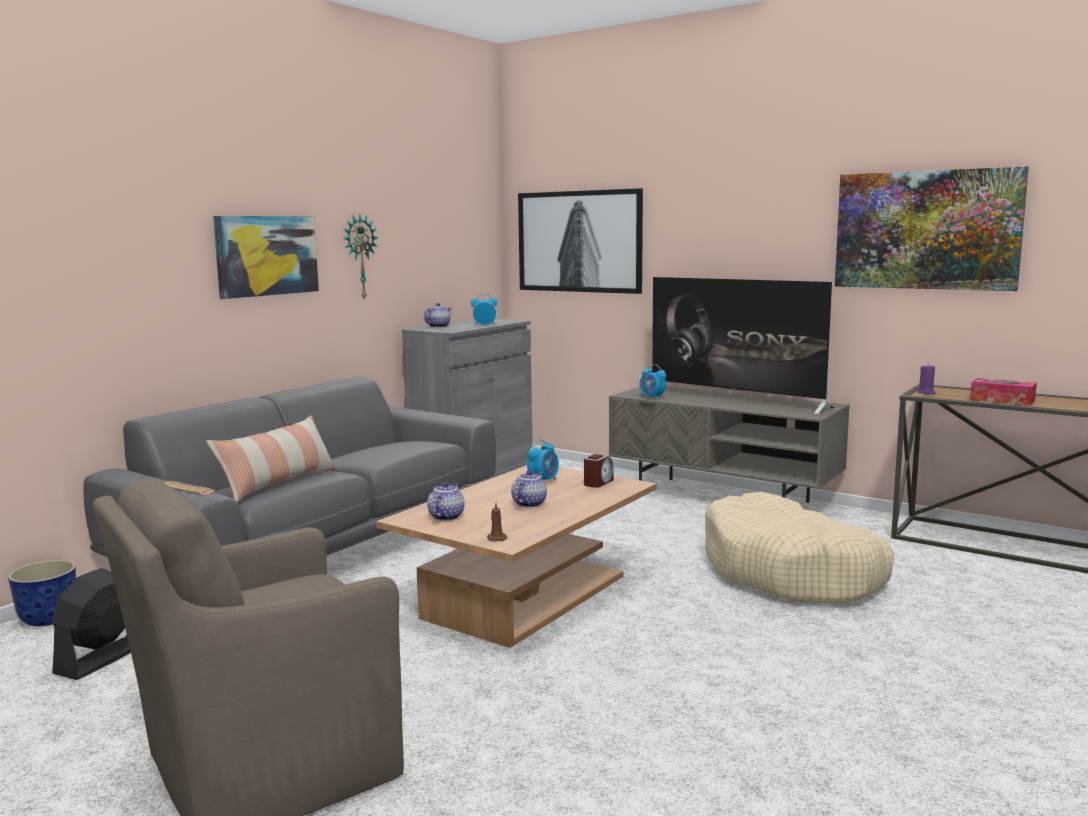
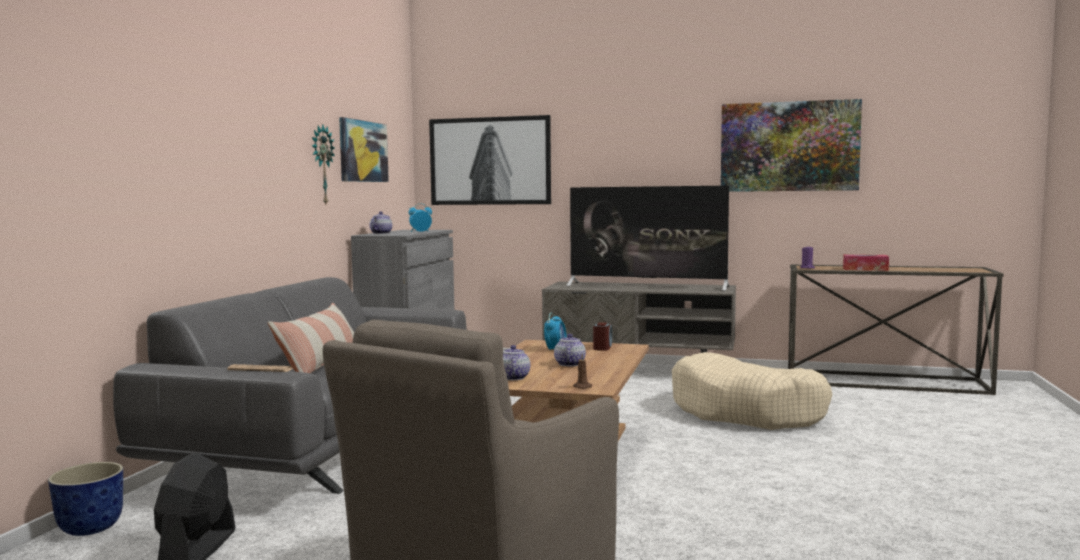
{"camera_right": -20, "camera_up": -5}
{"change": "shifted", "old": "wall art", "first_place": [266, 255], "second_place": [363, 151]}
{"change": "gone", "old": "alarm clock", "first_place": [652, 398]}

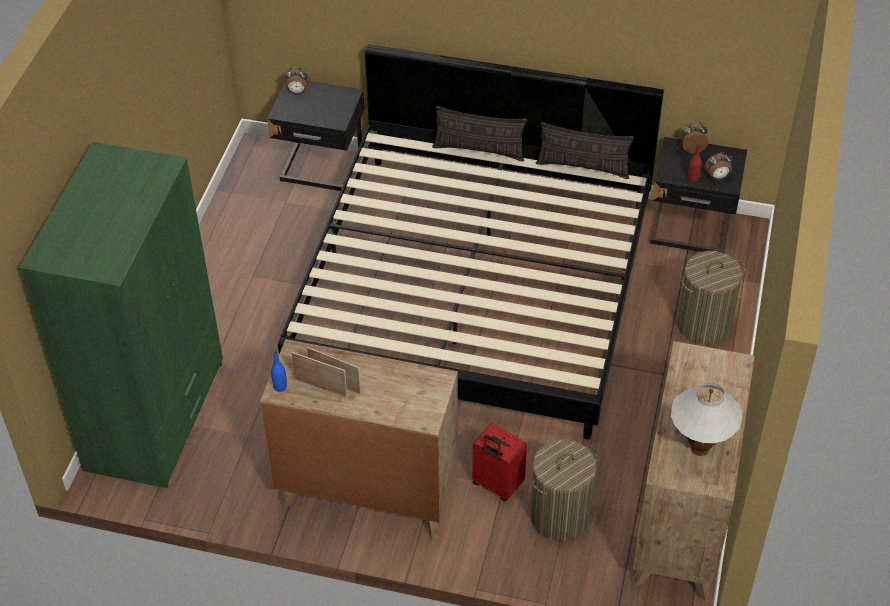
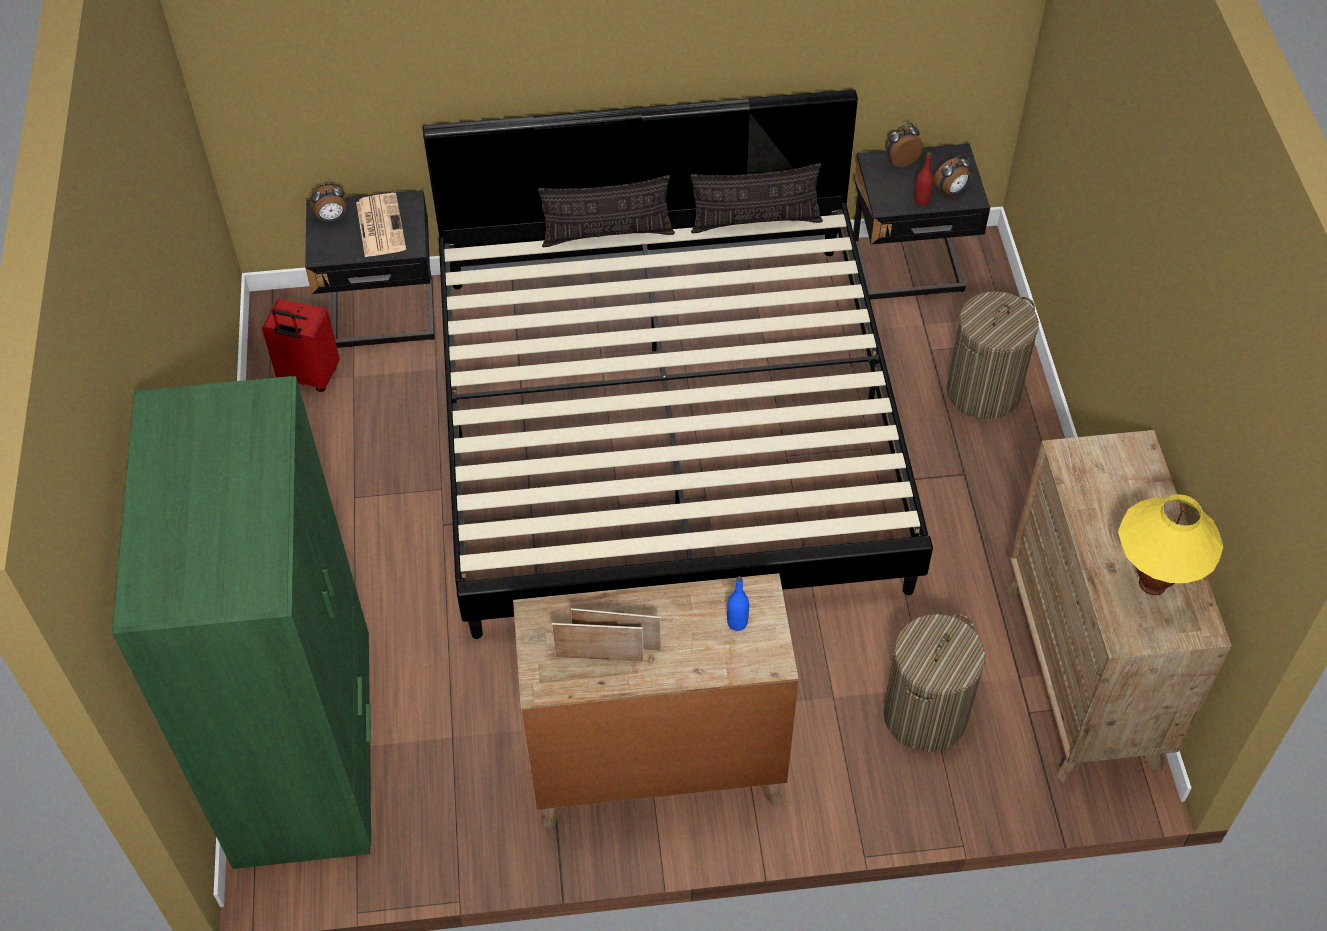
{"camera_right": -20, "camera_up": 5}
{"change": "shifted", "old": "beverage bottle (blue-coloured)", "first_place": [280, 387], "second_place": [737, 623]}
{"change": "repainted", "old": "tabletop lamp (white-coloured)", "new": "tabletop lamp (yellow-coloured)", "first_place": [700, 448], "second_place": [1152, 584]}
{"change": "shifted", "old": "travel case (reddish)", "first_place": [496, 485], "second_place": [308, 377]}
{"change": "new", "new": "printed paper", "second_place": [380, 225]}

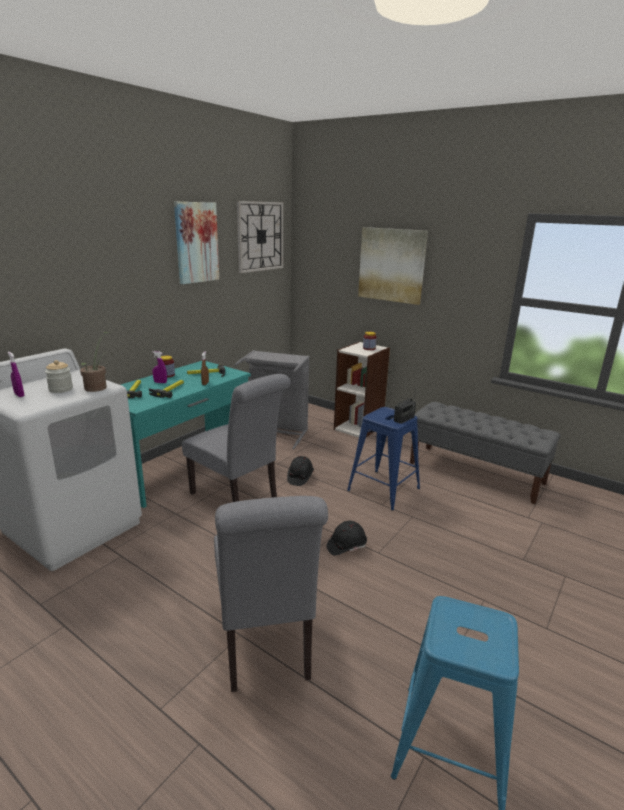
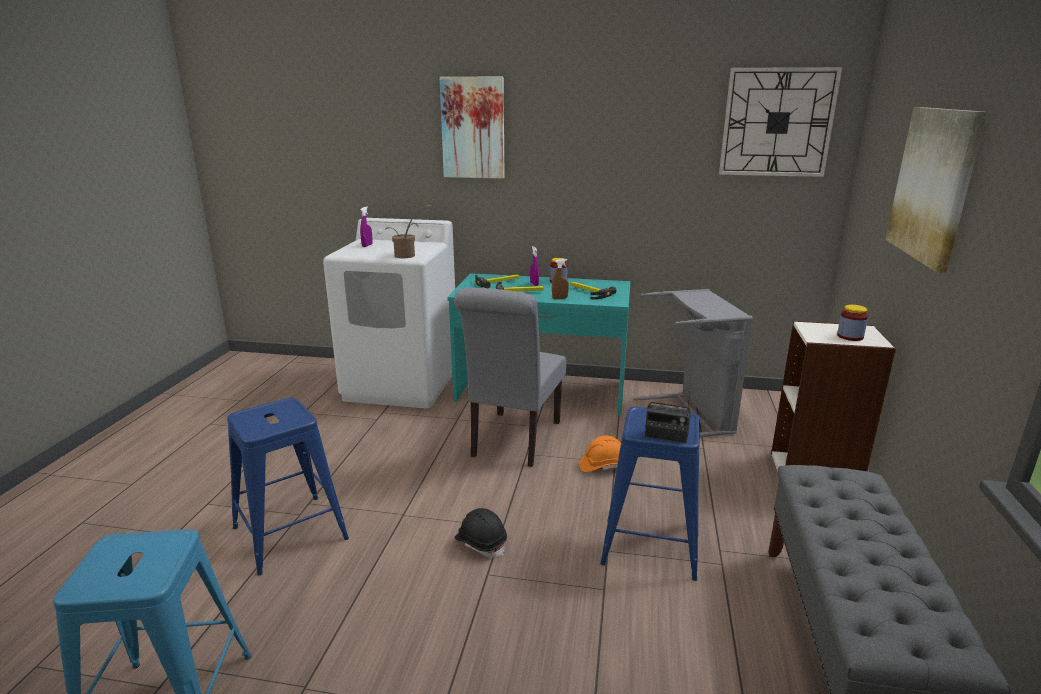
{"camera_right": 65, "camera_up": 0}
{"change": "shifted", "old": "wall art", "first_place": [196, 242], "second_place": [473, 128]}
{"change": "gone", "old": "jar", "first_place": [61, 389]}
{"change": "repainted", "old": "work helmet (blackish)", "new": "work helmet (orange)", "first_place": [300, 477], "second_place": [602, 465]}
{"change": "swapped", "old": "chair (grey)", "new": "stool seat (blue-coloured)", "first_place": [266, 644], "second_place": [291, 533]}

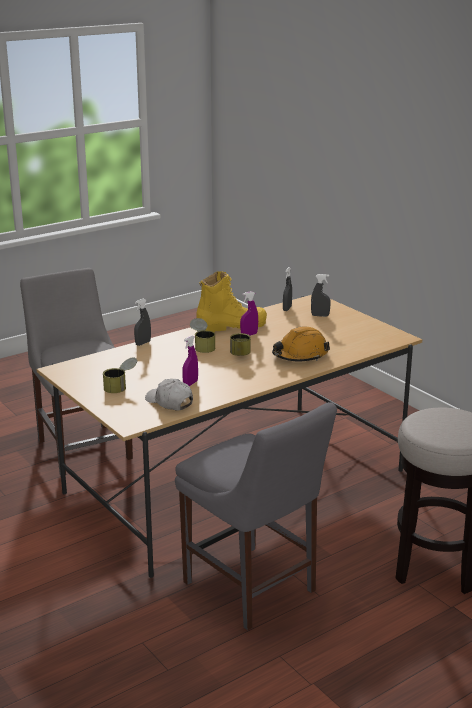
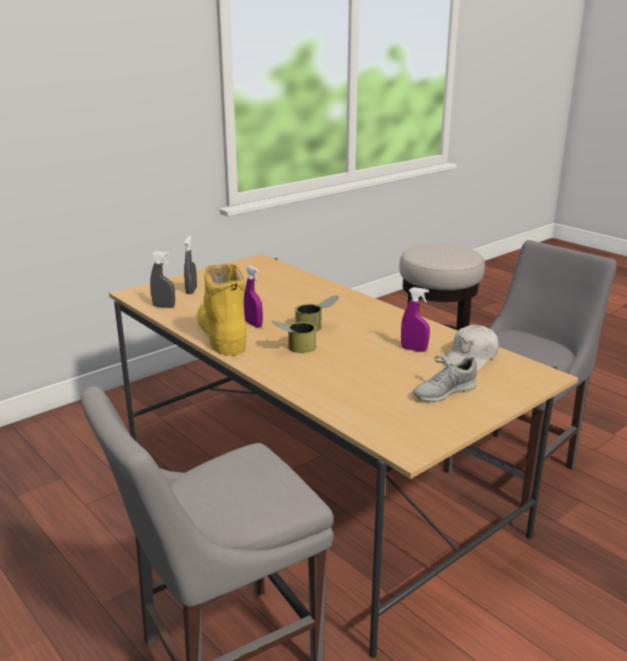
{"camera_right": -95, "camera_up": 0}
{"change": "gone", "old": "sprayer (grey)", "first_place": [143, 343]}
{"change": "gone", "old": "work helmet (orange)", "first_place": [300, 355]}
{"change": "swapped", "old": "metal can", "new": "shoe (grey)", "first_place": [121, 386], "second_place": [443, 392]}

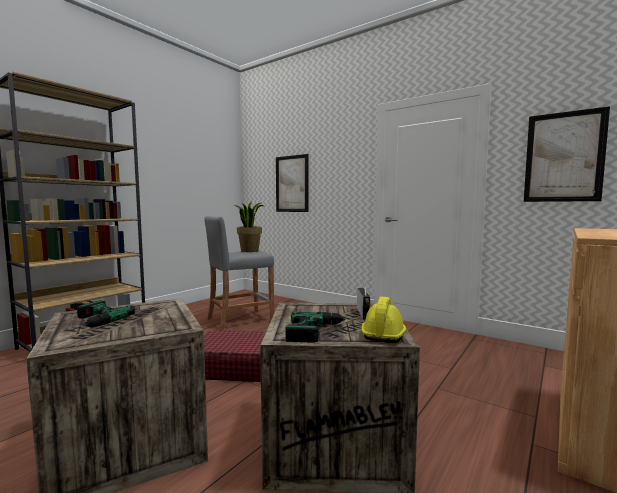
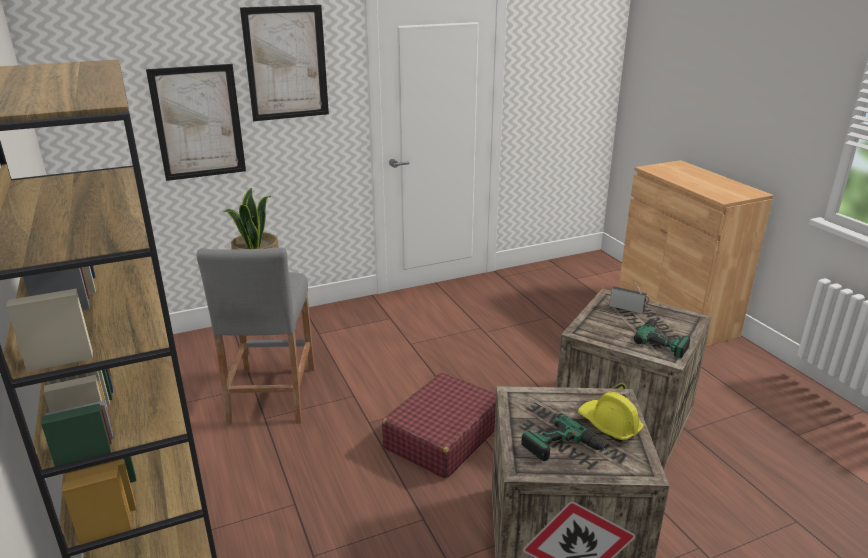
{"camera_right": -60, "camera_up": 20}
{"change": "shifted", "old": "wall art", "first_place": [563, 157], "second_place": [286, 63]}
{"change": "shifted", "old": "work helmet (yellow-coloured)", "first_place": [384, 333], "second_place": [609, 425]}

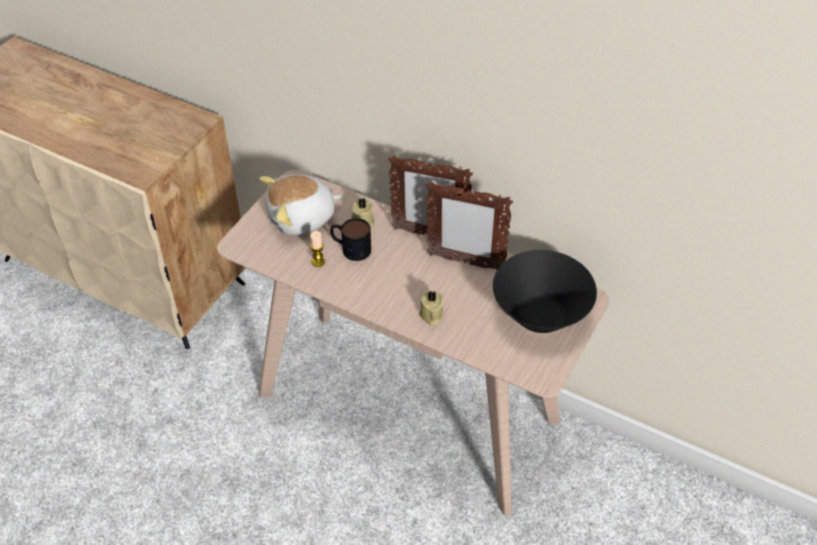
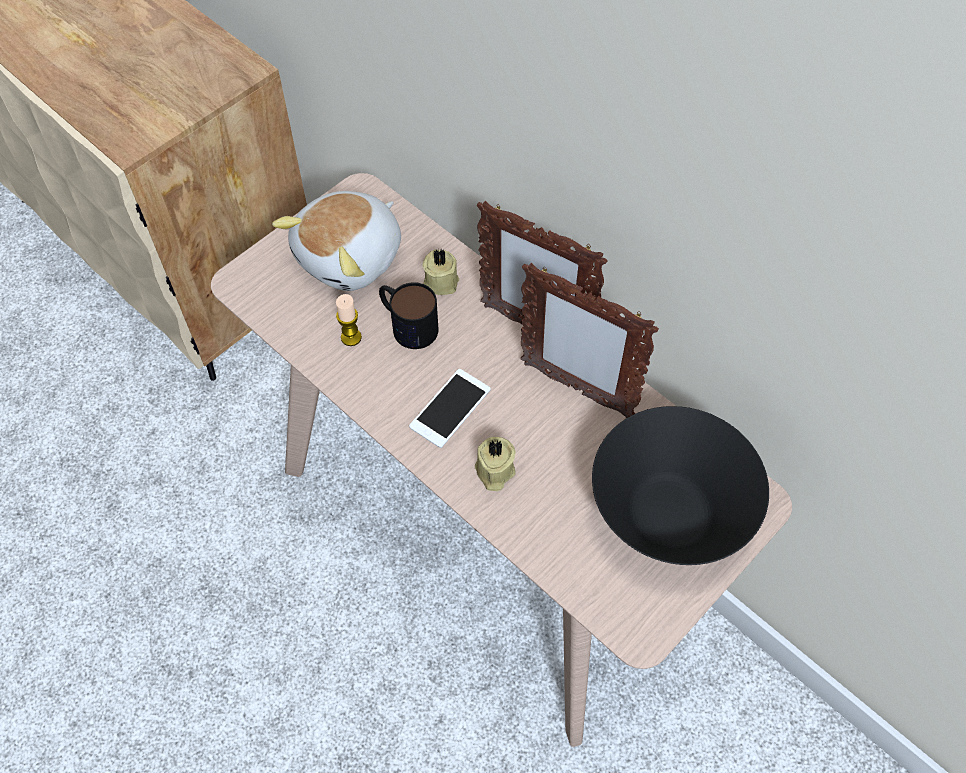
{"camera_right": 15, "camera_up": 10}
{"change": "rotated", "old": "plush toy", "first_place": [302, 218], "second_place": [351, 257], "degrees": -45}
{"change": "new", "new": "handset", "second_place": [450, 408]}

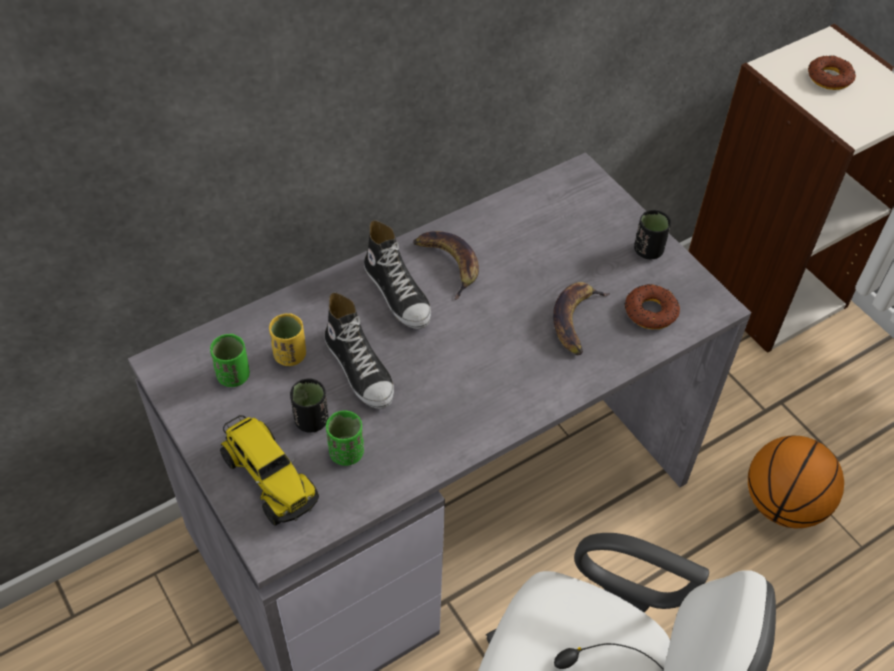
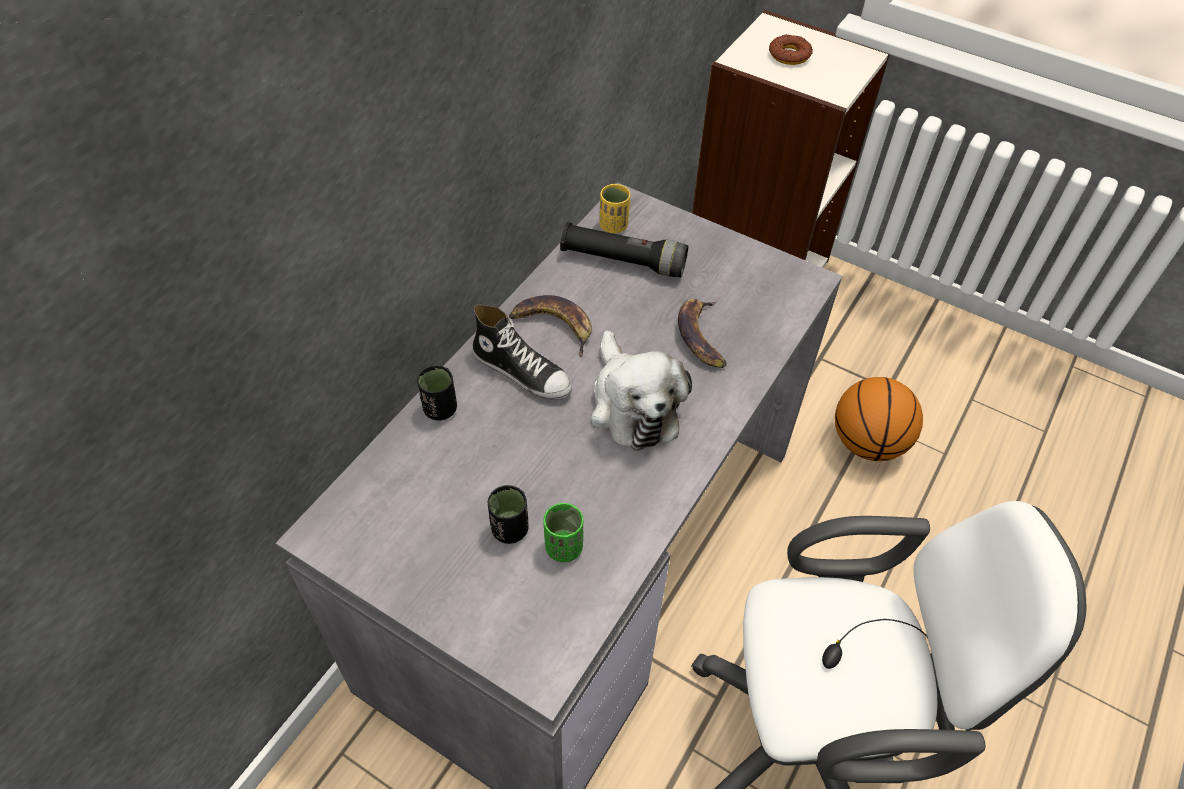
{"camera_right": -25, "camera_up": 0}
{"change": "shifted", "old": "cup (blackish)", "first_place": [648, 250], "second_place": [440, 409]}
{"change": "gone", "old": "donut", "first_place": [650, 311]}
{"change": "gone", "old": "shoe", "first_place": [360, 368]}
{"change": "shifted", "old": "cup (yellow-coloured)", "first_place": [290, 355], "second_place": [613, 226]}
{"change": "gone", "old": "cup (green)", "first_place": [233, 376]}
{"change": "gone", "old": "toy lorry", "first_place": [269, 478]}
{"change": "new", "new": "hand torch (blackish)", "second_place": [623, 261]}
{"change": "new", "new": "plush toy", "second_place": [632, 405]}

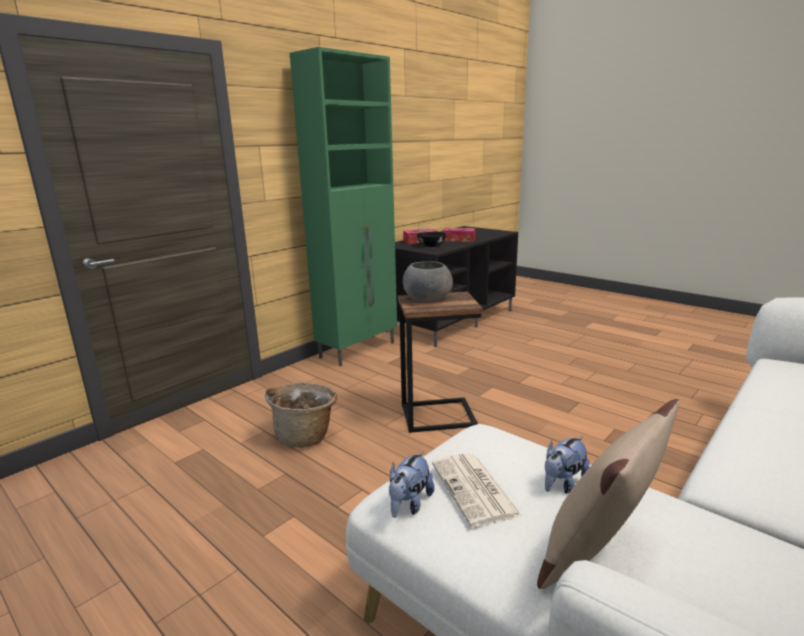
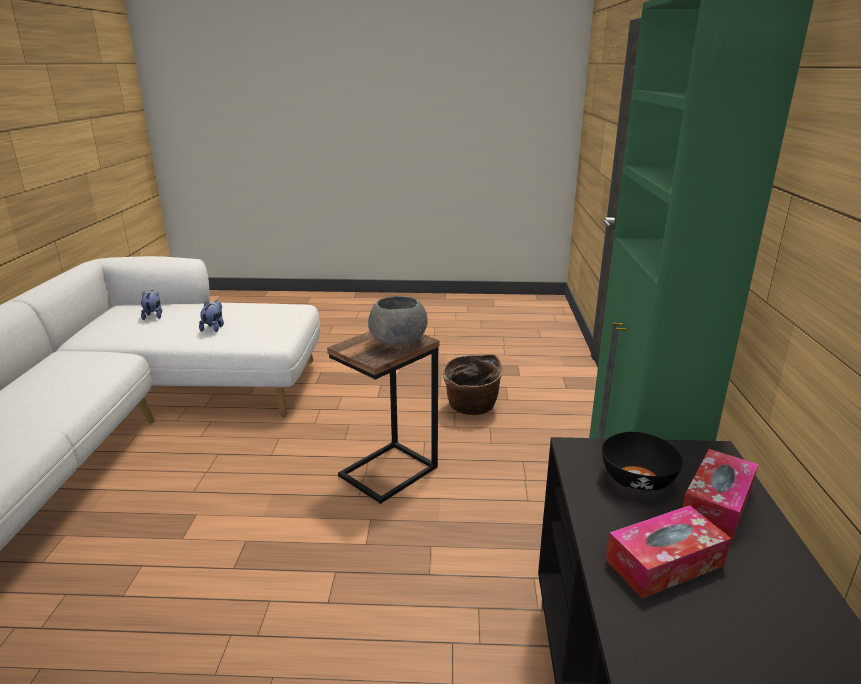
{"camera_right": 140, "camera_up": 5}
{"change": "gone", "old": "cushion (beige-coloured)", "first_place": [599, 553]}
{"change": "shifted", "old": "plush toy", "first_place": [409, 504], "second_place": [153, 316]}
{"change": "gone", "old": "printed paper", "first_place": [475, 489]}

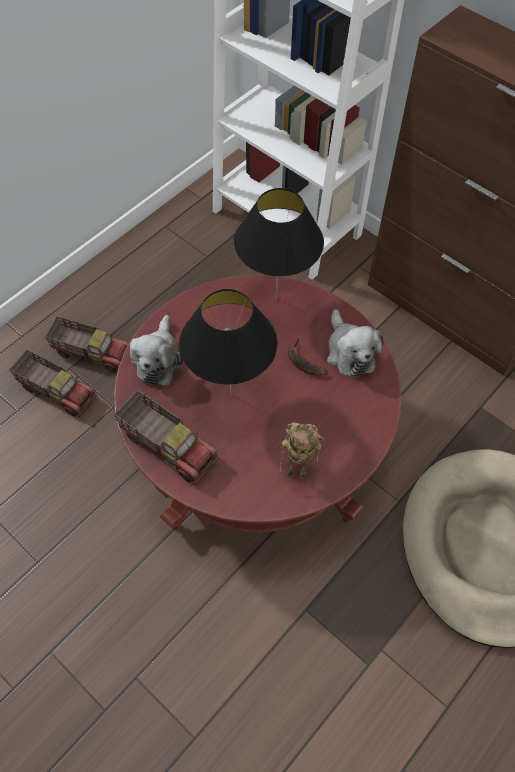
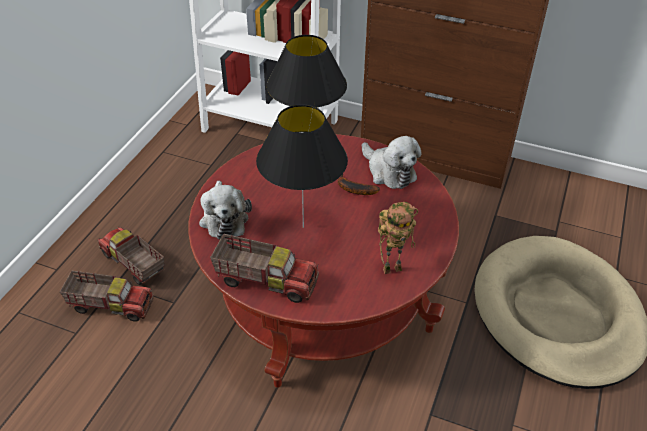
{"camera_right": -20, "camera_up": -15}
{"change": "rotated", "old": "toy lorry", "first_place": [92, 352], "second_place": [133, 264], "degrees": -135}

